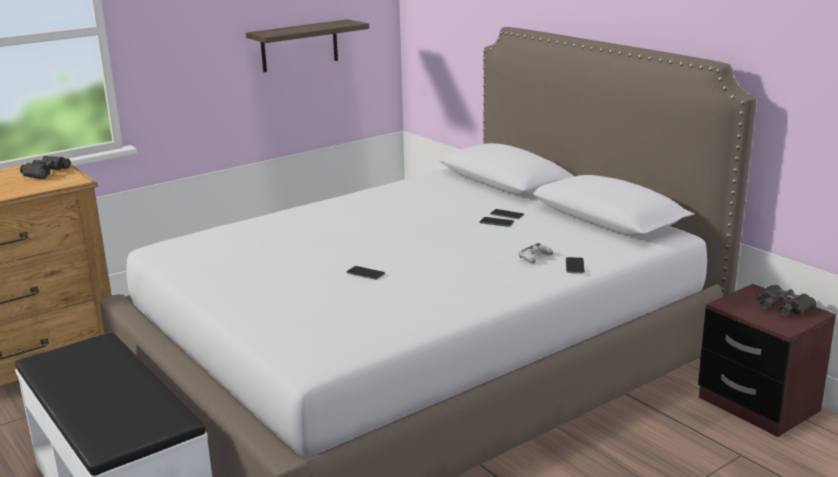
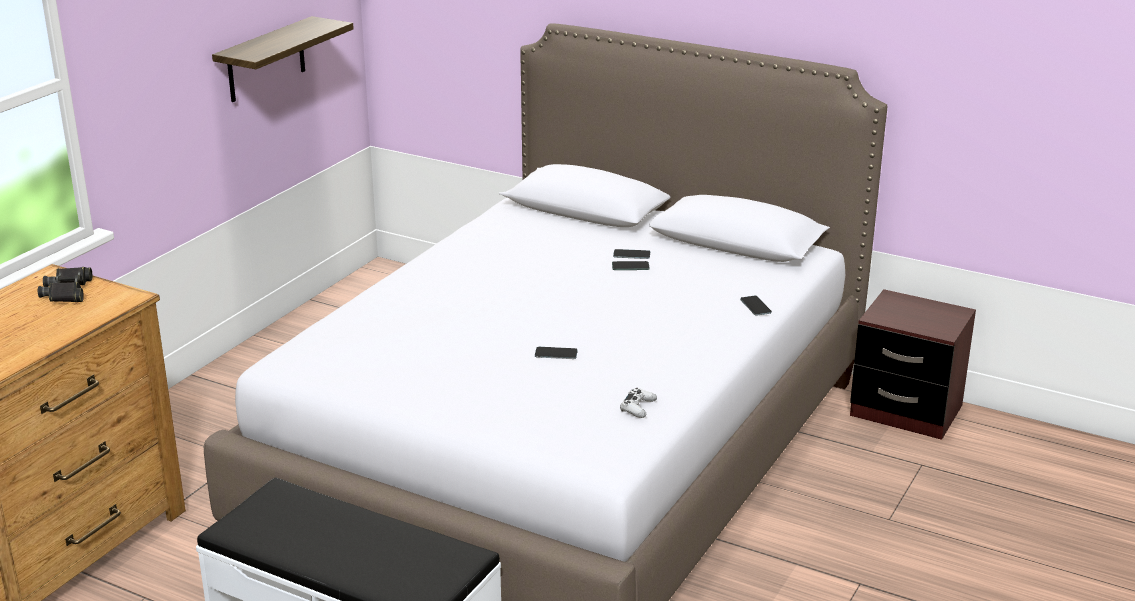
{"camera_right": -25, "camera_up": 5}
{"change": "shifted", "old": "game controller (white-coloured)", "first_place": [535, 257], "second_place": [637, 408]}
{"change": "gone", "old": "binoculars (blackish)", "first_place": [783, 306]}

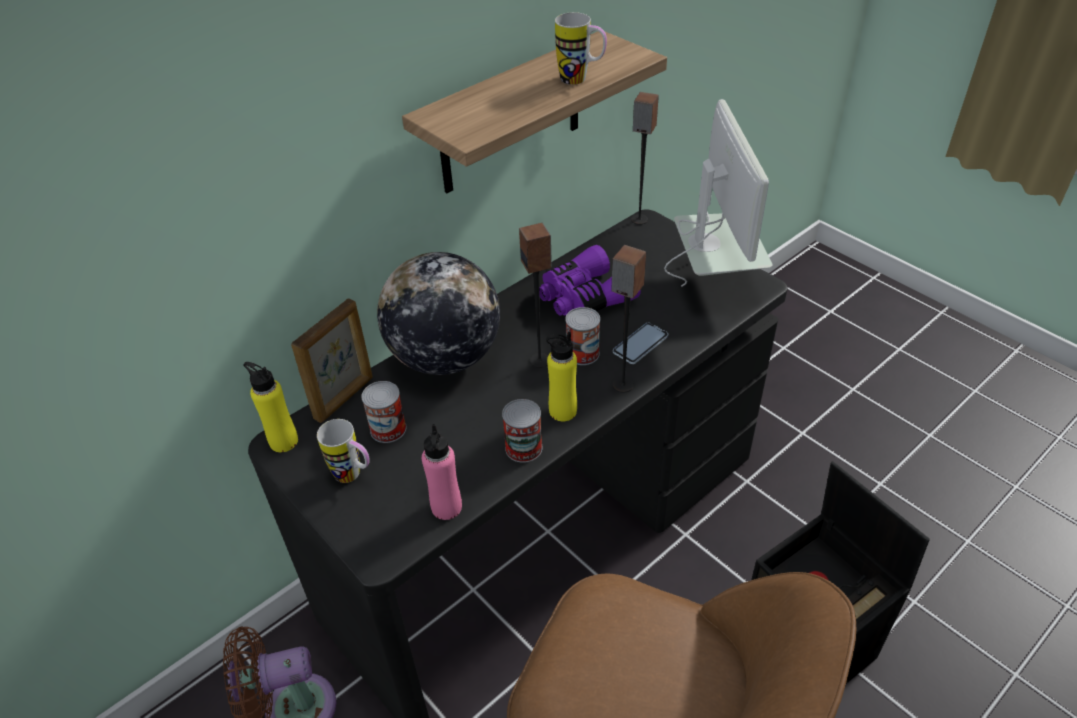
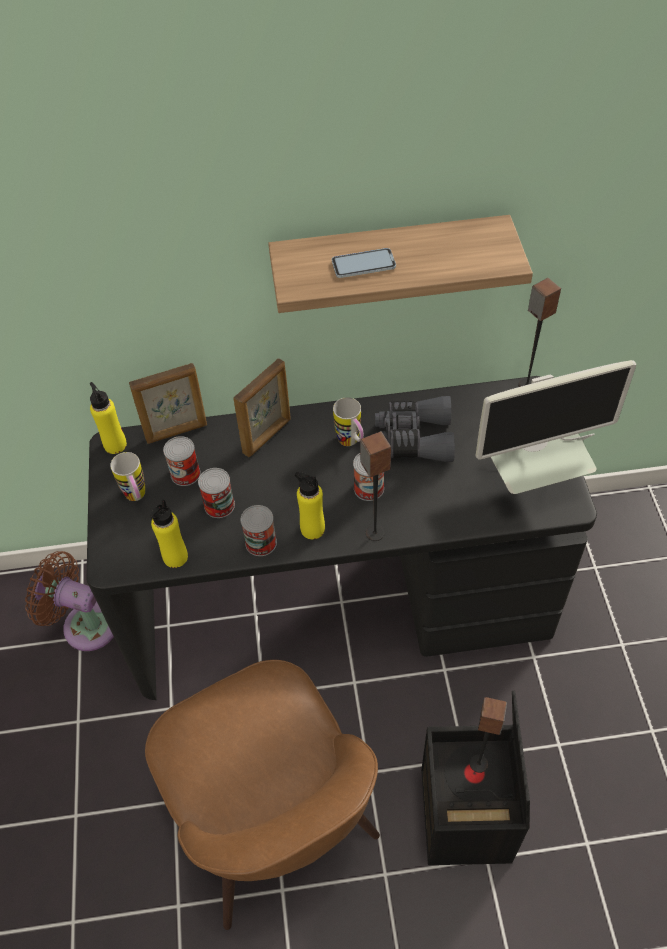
{"camera_right": 35, "camera_up": 10}
{"change": "shifted", "old": "coffee mug", "first_place": [581, 80], "second_place": [351, 443]}
{"change": "rotated", "old": "computer screen", "first_place": [711, 282], "second_place": [531, 480], "degrees": 45}
{"change": "shifted", "old": "speaker", "first_place": [540, 360], "second_place": [479, 763]}
{"change": "repainted", "old": "binoculars (purple-coloured)", "new": "binoculars (grey)", "first_place": [584, 297], "second_place": [414, 438]}
{"change": "swapped", "old": "desk globe", "new": "photo frame", "first_place": [445, 358], "second_place": [267, 436]}
{"change": "shifted", "old": "handset", "first_place": [640, 344], "second_place": [363, 264]}
{"change": "repainted", "old": "beverage bottle (pinkish)", "new": "beverage bottle (yellow-coloured)", "first_place": [446, 507], "second_place": [175, 557]}
{"change": "new", "new": "metal can", "second_place": [219, 505]}

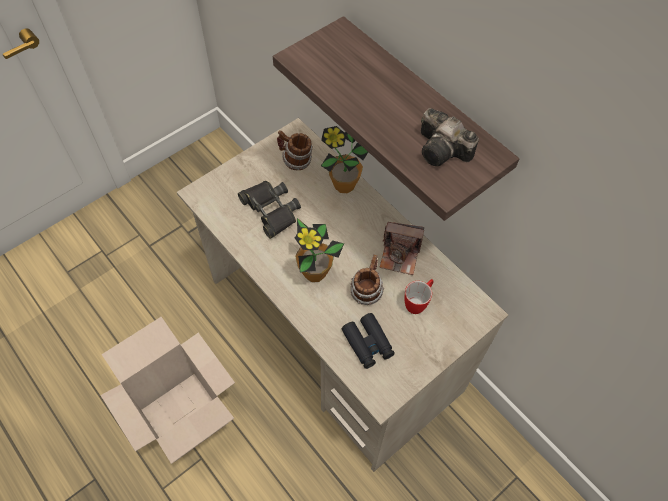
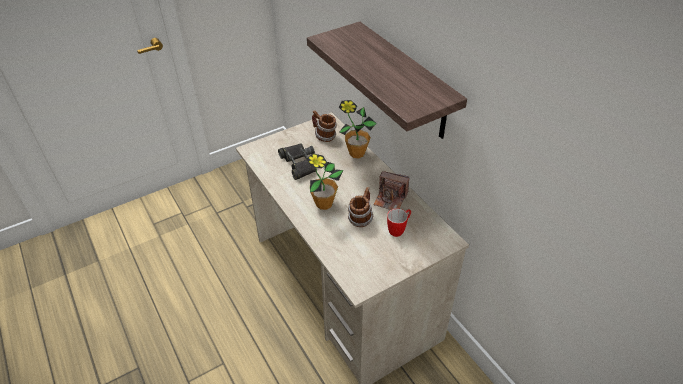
{"camera_right": 10, "camera_up": -15}
{"change": "gone", "old": "still camera", "first_place": [444, 151]}
{"change": "gone", "old": "binoculars (blackish)", "first_place": [368, 343]}
{"change": "gone", "old": "cardboard box", "first_place": [184, 416]}

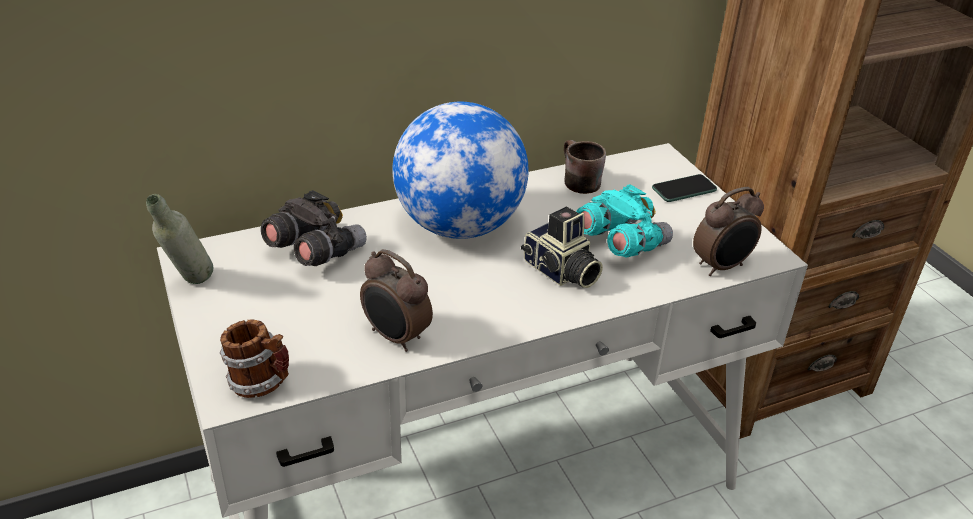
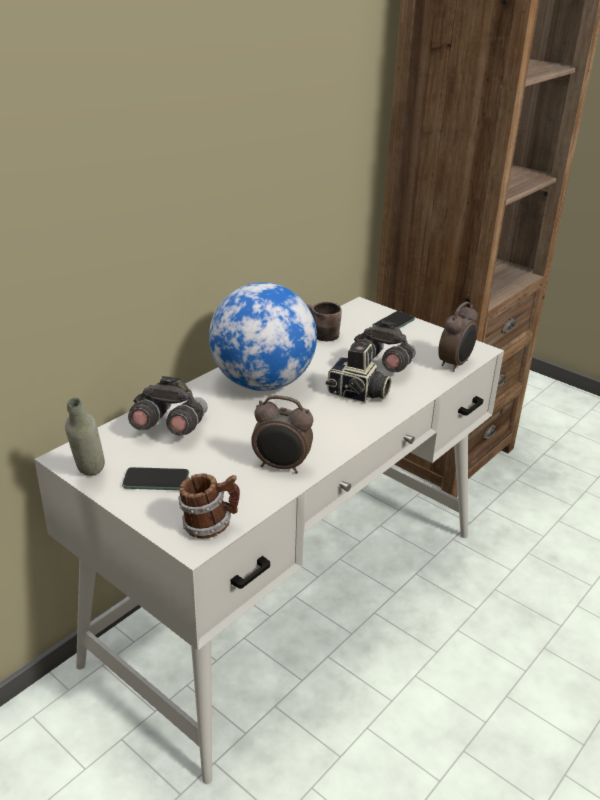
{"camera_right": -25, "camera_up": -5}
{"change": "repainted", "old": "binoculars (turquoise)", "new": "binoculars (grey)", "first_place": [620, 244], "second_place": [381, 366]}
{"change": "new", "new": "handset", "second_place": [156, 480]}

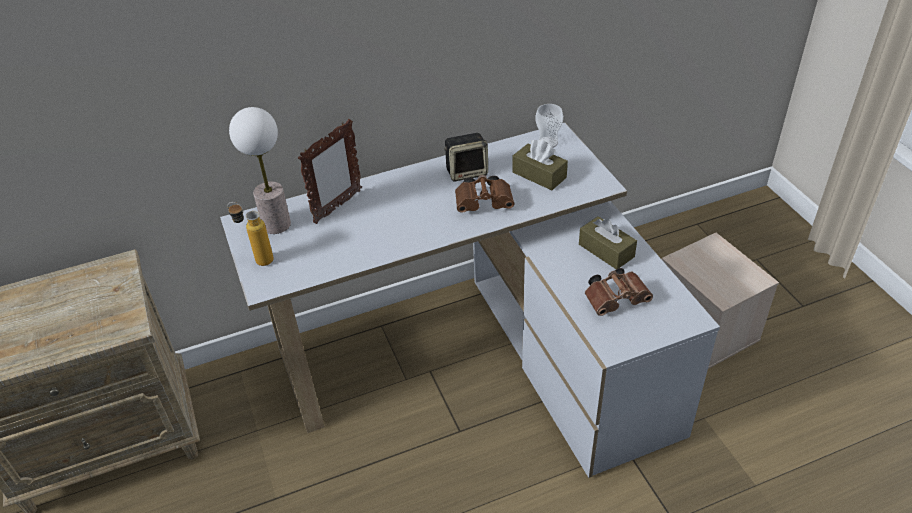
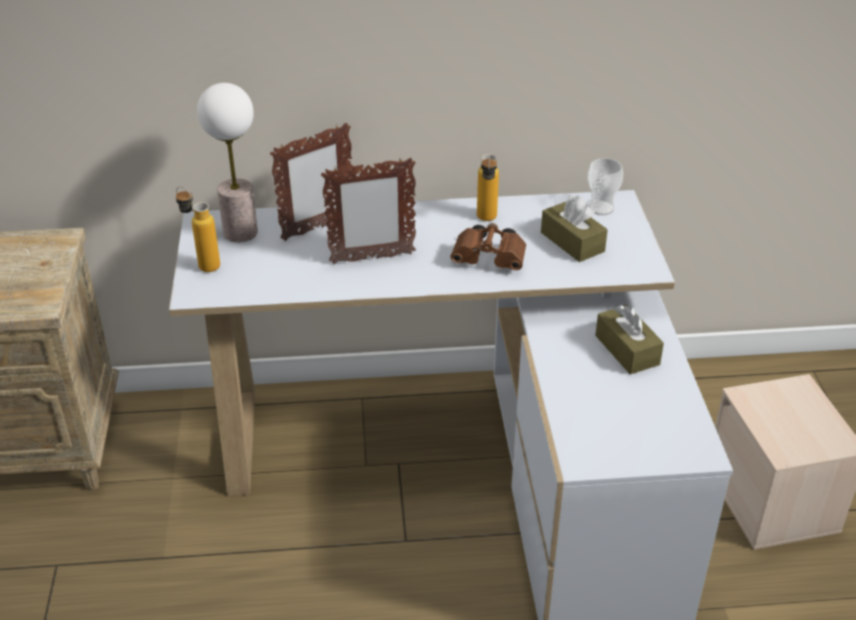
{"camera_right": 15, "camera_up": -5}
{"change": "swapped", "old": "speaker", "new": "beverage bottle", "first_place": [467, 172], "second_place": [486, 221]}
{"change": "gone", "old": "binoculars (brownish)", "first_place": [617, 299]}
{"change": "new", "new": "photo frame", "second_place": [371, 258]}

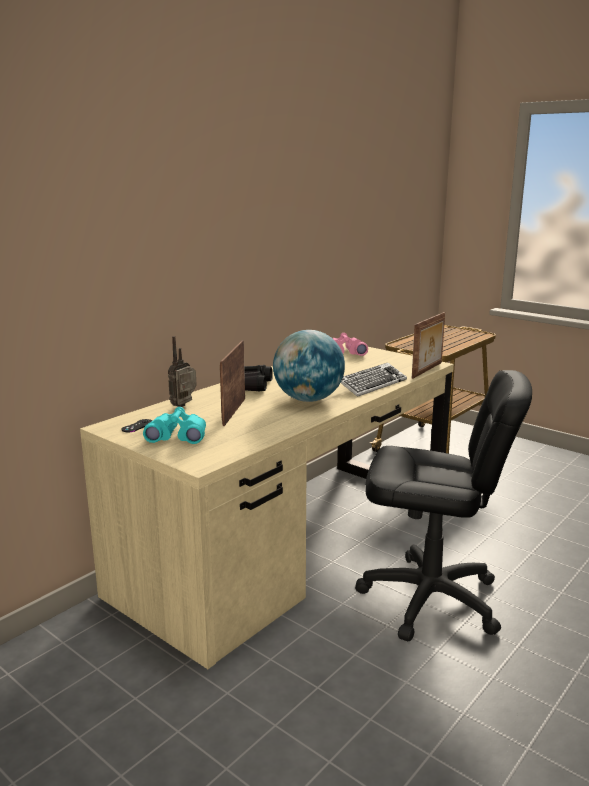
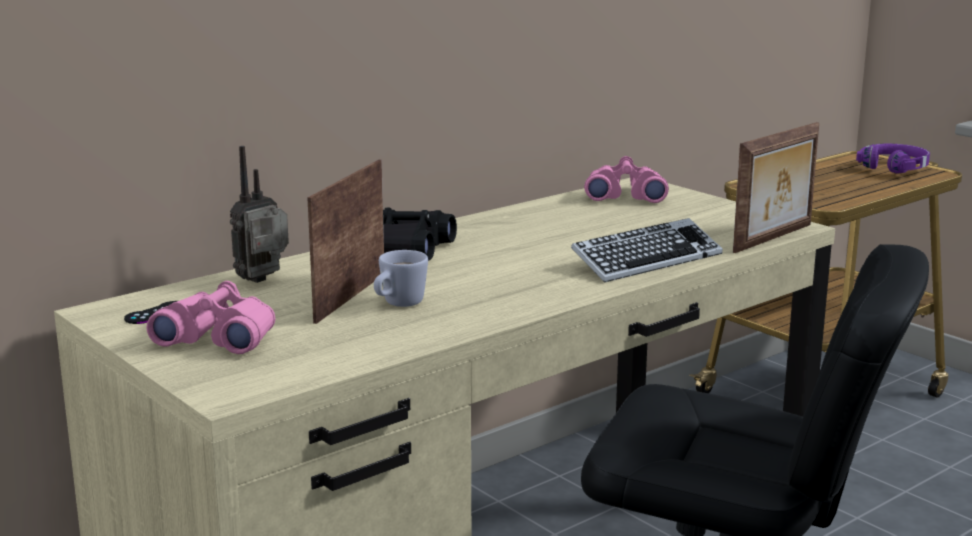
{"camera_right": 10, "camera_up": 0}
{"change": "gone", "old": "desk globe", "first_place": [308, 399]}
{"change": "repainted", "old": "binoculars (turquoise)", "new": "binoculars (pinkish)", "first_place": [177, 436], "second_place": [219, 337]}
{"change": "new", "new": "headphones (purple-coloured)", "second_place": [894, 167]}
{"change": "new", "new": "coffee mug (white-coloured)", "second_place": [398, 304]}

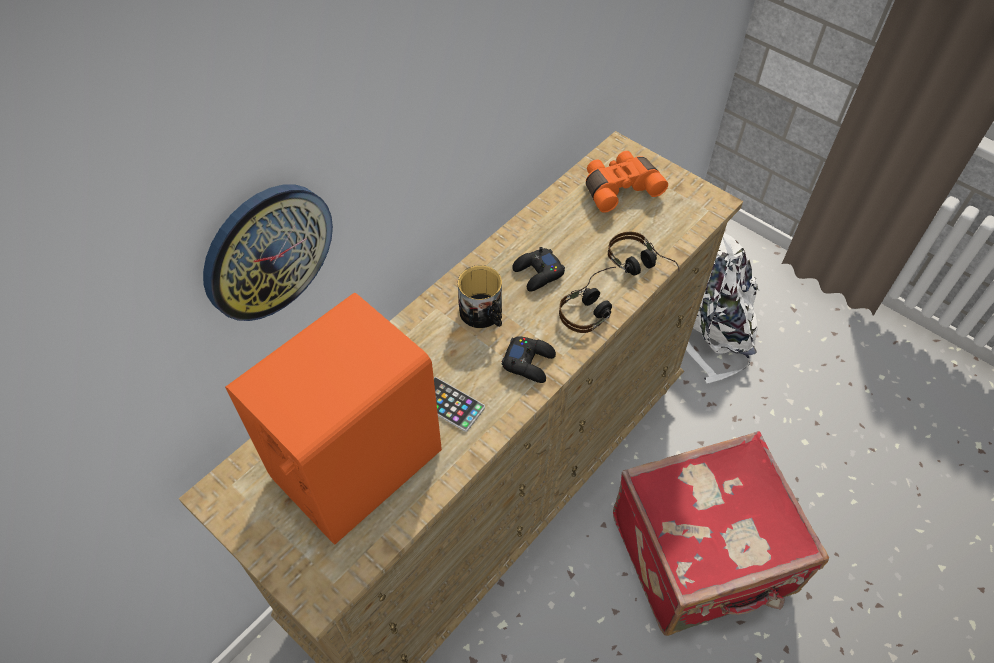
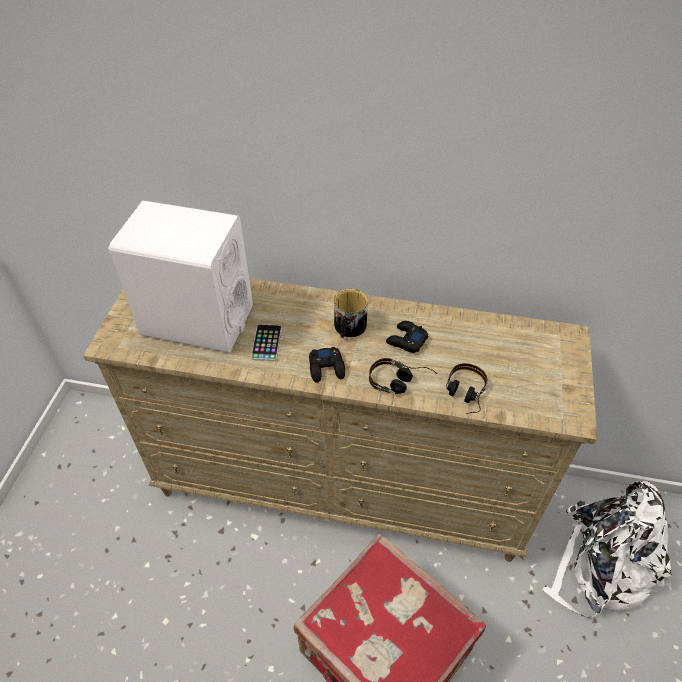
{"camera_right": 60, "camera_up": -5}
{"change": "gone", "old": "binoculars (orange)", "first_place": [619, 187]}
{"change": "gone", "old": "clock on the wall", "first_place": [267, 251]}
{"change": "repainted", "old": "speaker (orange)", "new": "speaker (white-coloured)", "first_place": [356, 466], "second_place": [197, 320]}

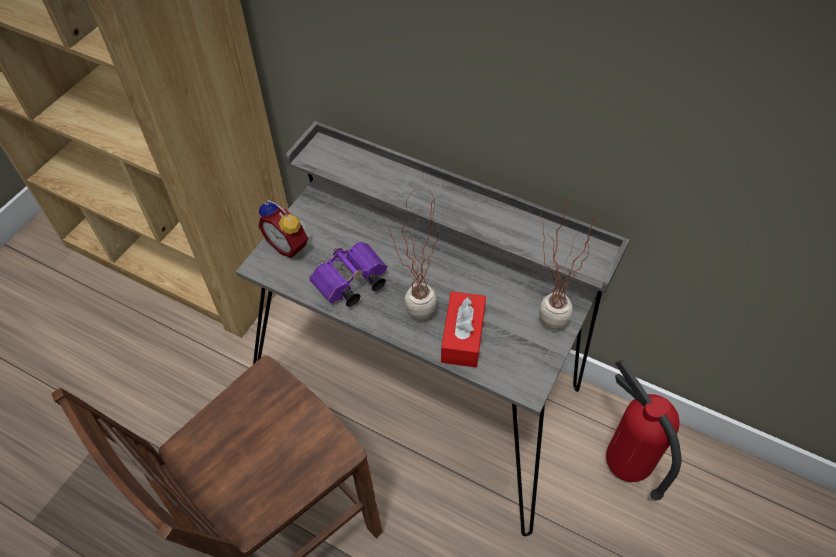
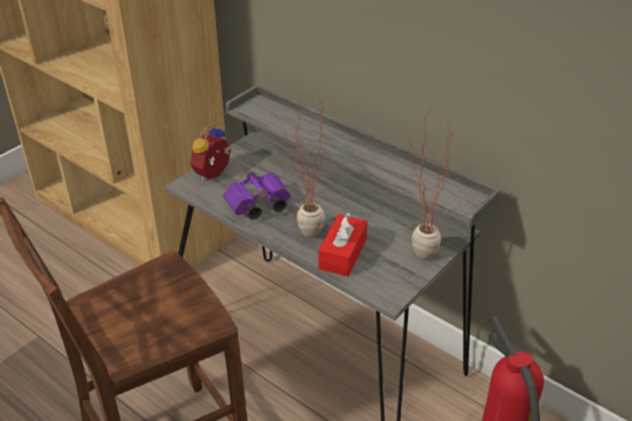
{"camera_right": 10, "camera_up": -15}
{"change": "rotated", "old": "alarm clock", "first_place": [289, 245], "second_place": [214, 174], "degrees": 75}

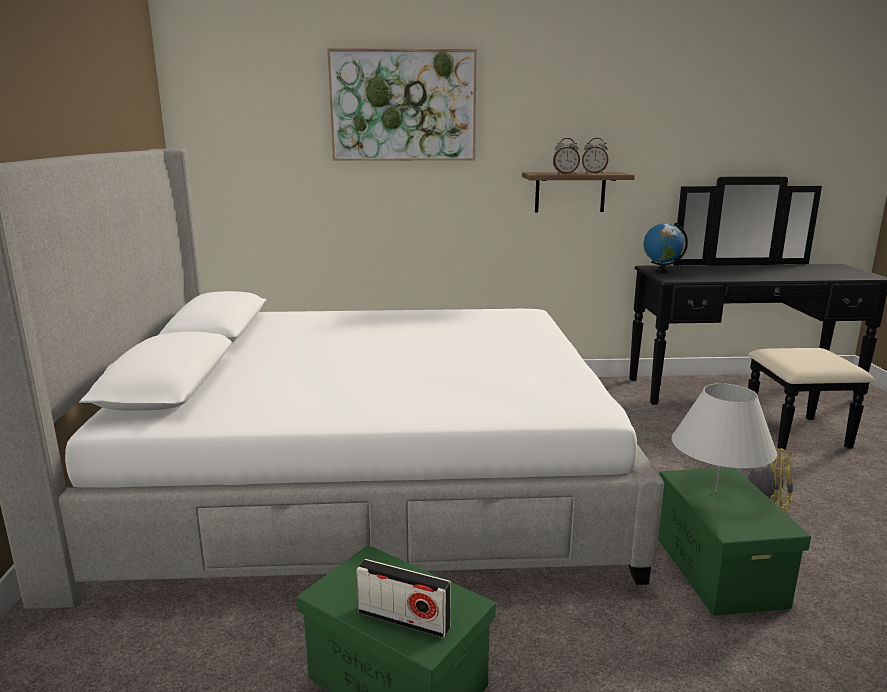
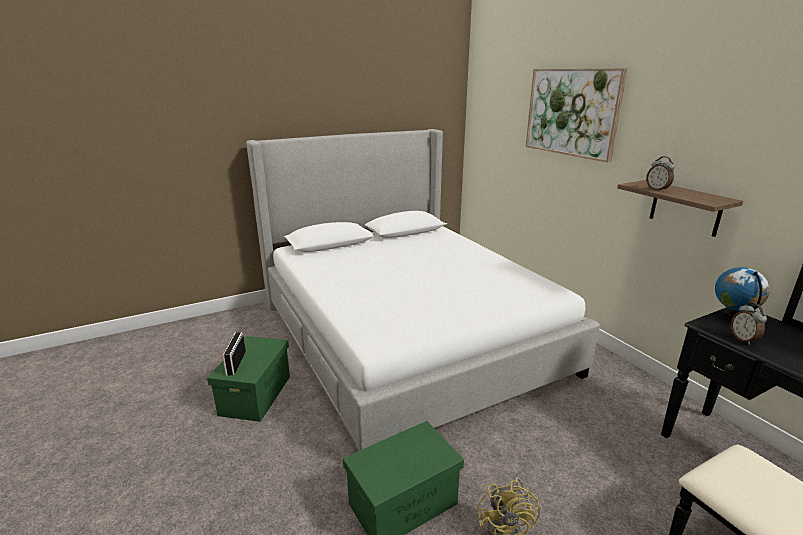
{"camera_right": 65, "camera_up": 5}
{"change": "shifted", "old": "alarm clock", "first_place": [594, 173], "second_place": [743, 339]}
{"change": "gone", "old": "tabletop lamp (white-coloured)", "first_place": [716, 492]}

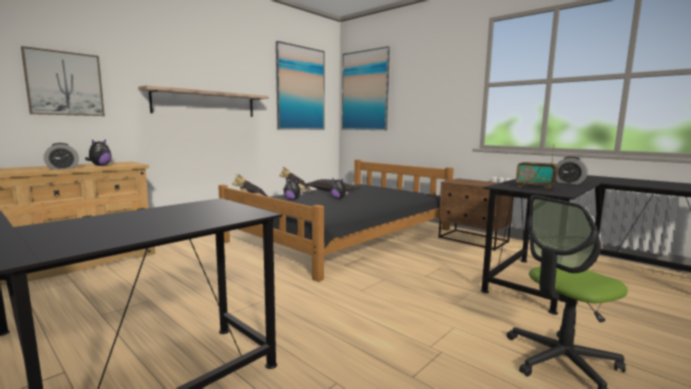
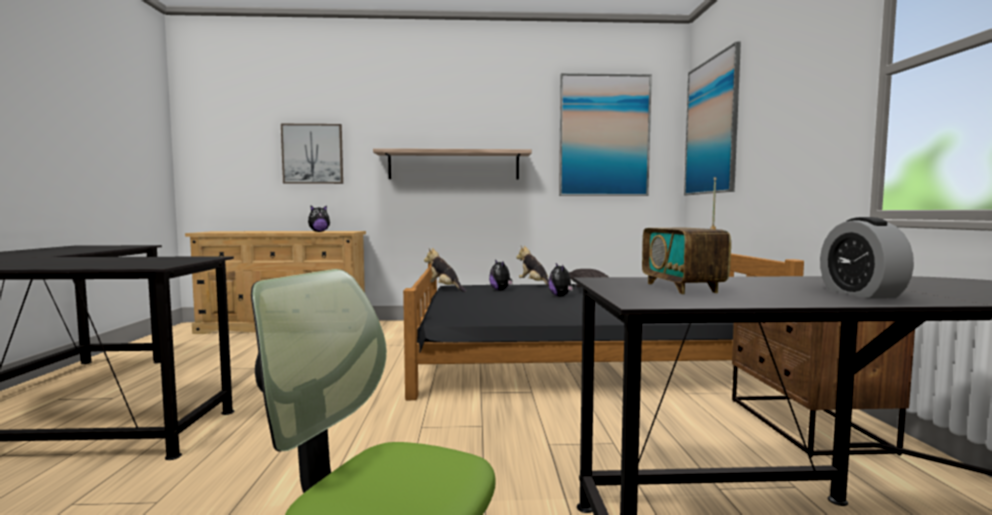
{"camera_right": 45, "camera_up": -5}
{"change": "gone", "old": "alarm clock", "first_place": [63, 168]}

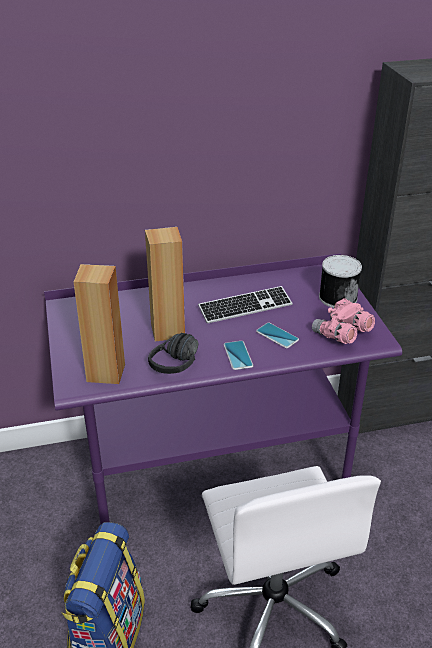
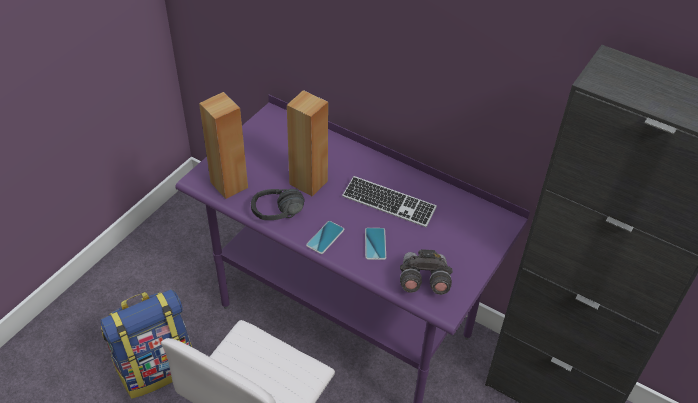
{"camera_right": 45, "camera_up": 10}
{"change": "gone", "old": "metal can", "first_place": [337, 297]}
{"change": "repainted", "old": "binoculars (pinkish)", "new": "binoculars (grey)", "first_place": [341, 335], "second_place": [423, 281]}

